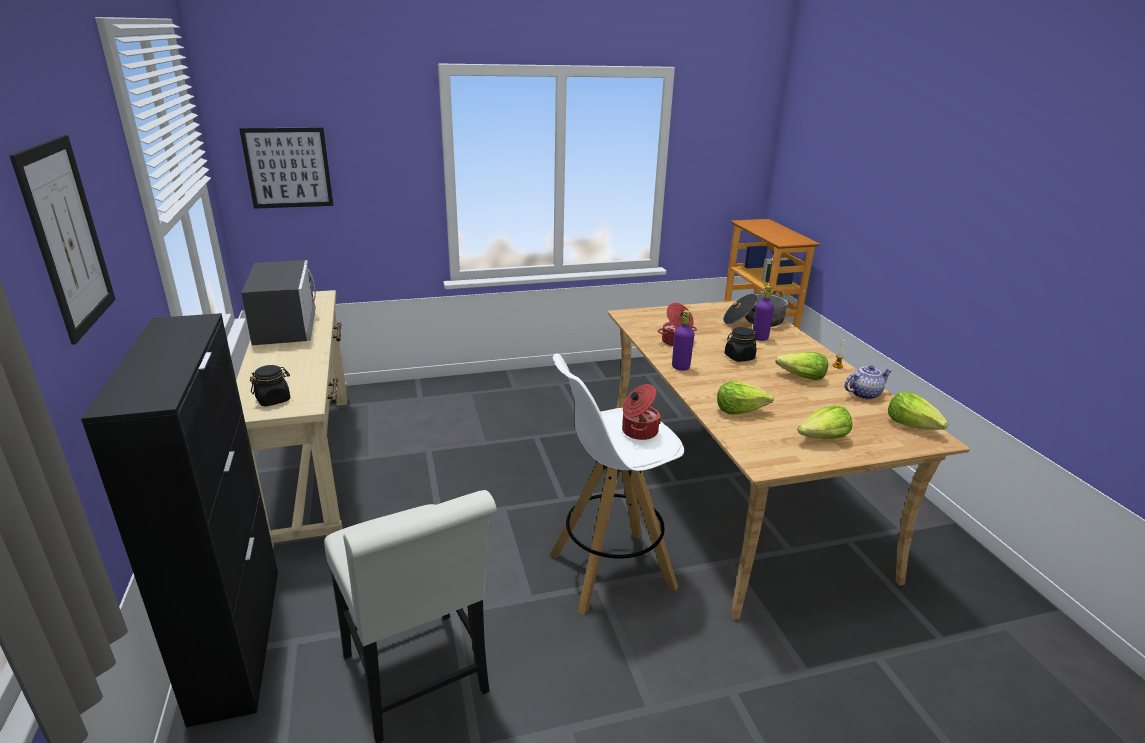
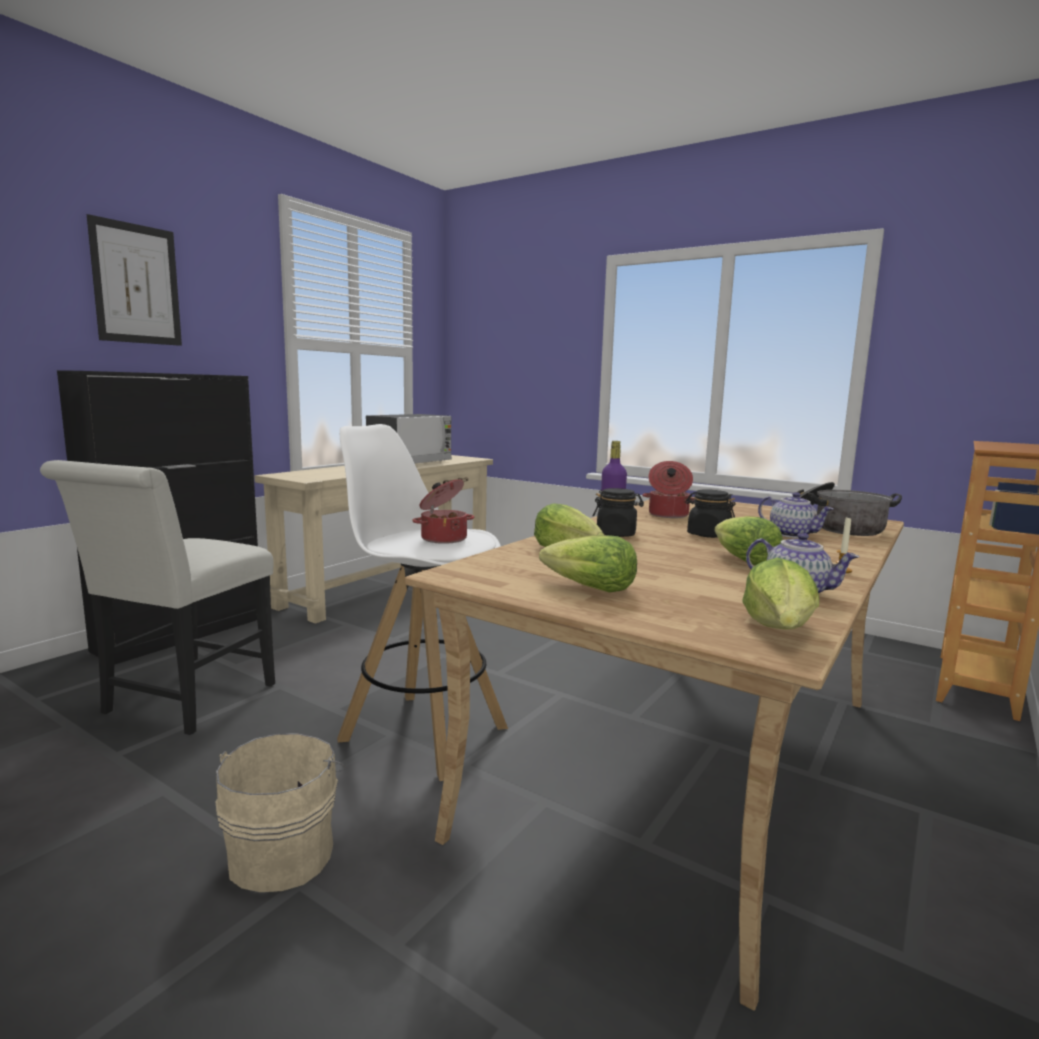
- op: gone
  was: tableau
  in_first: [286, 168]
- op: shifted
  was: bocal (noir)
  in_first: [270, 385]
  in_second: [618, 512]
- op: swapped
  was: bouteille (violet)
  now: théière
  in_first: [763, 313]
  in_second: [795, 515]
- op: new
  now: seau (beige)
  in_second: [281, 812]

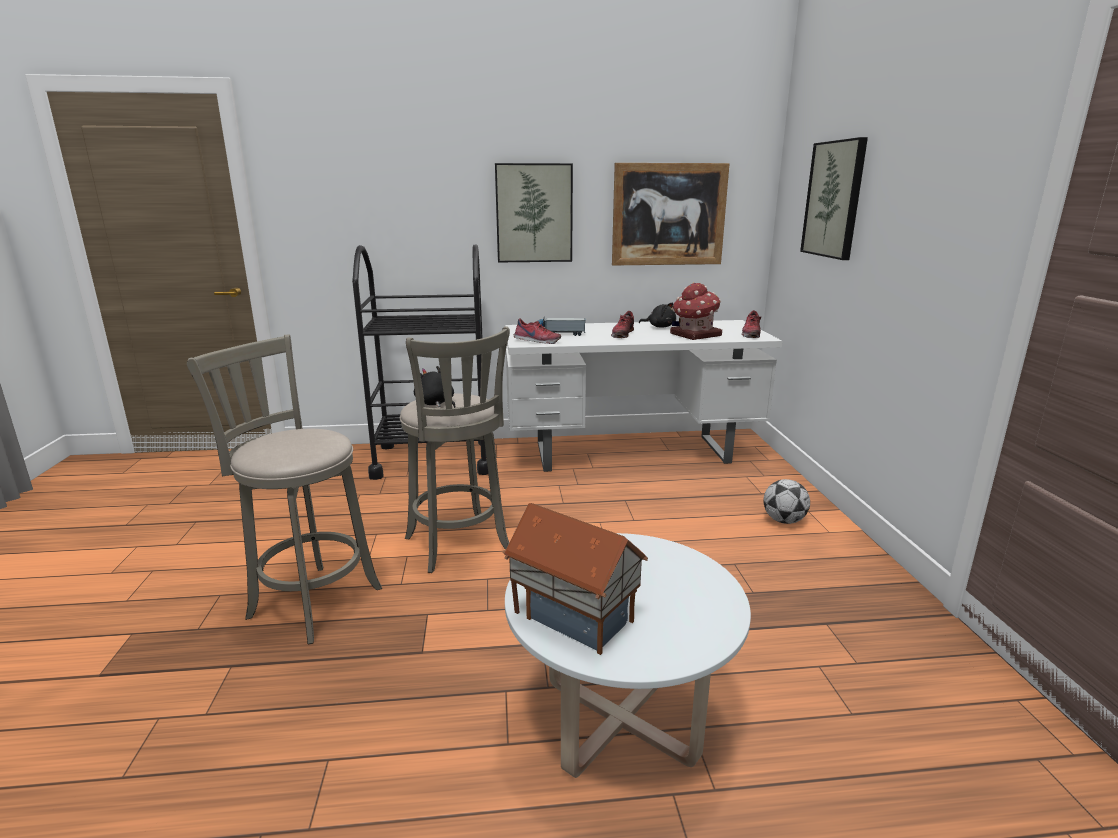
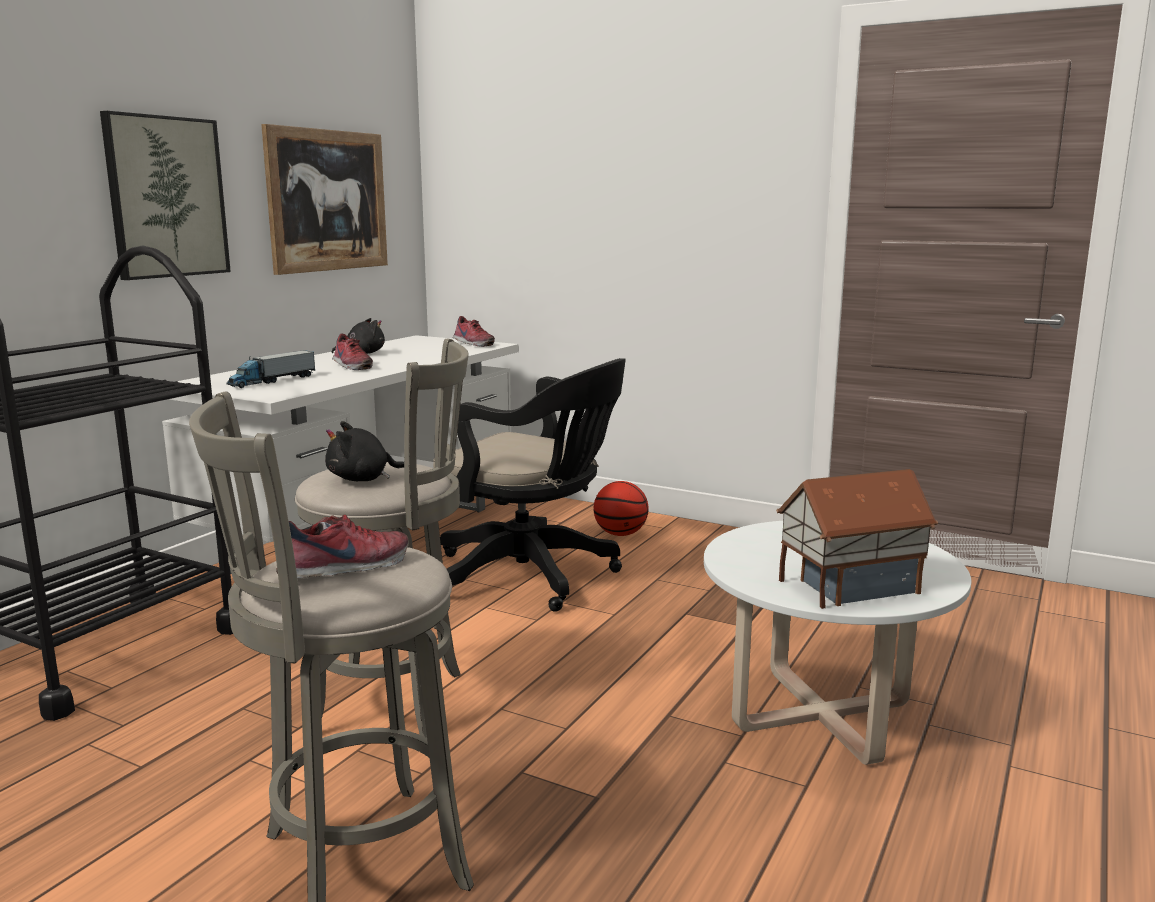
- op: shifted
  was: chaussure
  in_first: [537, 331]
  in_second: [342, 546]
- op: gone
  was: maison miniature
  in_first: [696, 311]
- op: swapped
  was: ballon de foot
  now: ballon de basket
  in_first: [786, 501]
  in_second: [621, 508]
- op: gone
  was: tableau
  in_first: [834, 198]
- op: new
  now: chaise de bureau (noir)
  in_second: [529, 485]

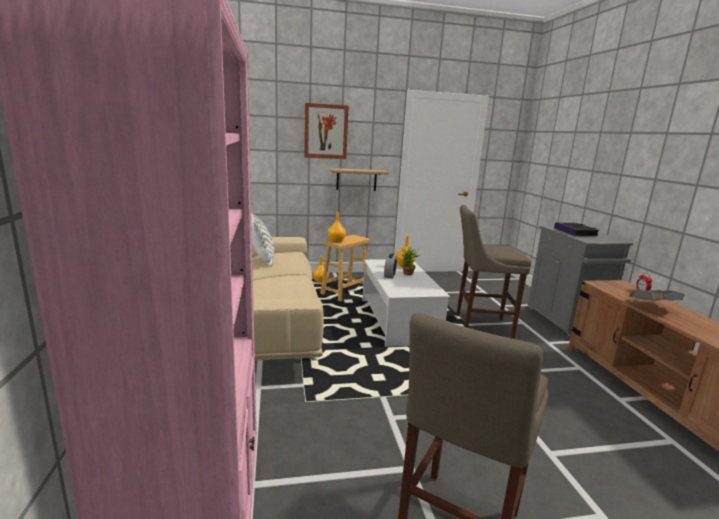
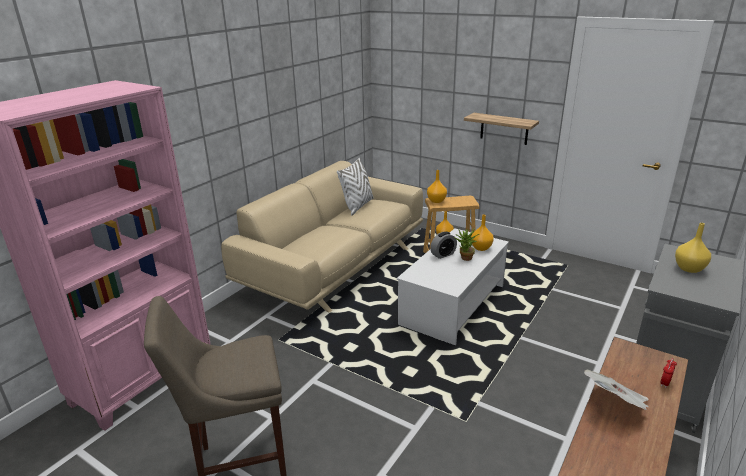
- op: gone
  was: tableau
  in_first: [326, 131]
- op: gone
  was: tabouret (beige)
  in_first: [493, 272]
- op: swapped
  was: livre
  now: vase (jaune)
  in_first: [577, 229]
  in_second: [693, 248]

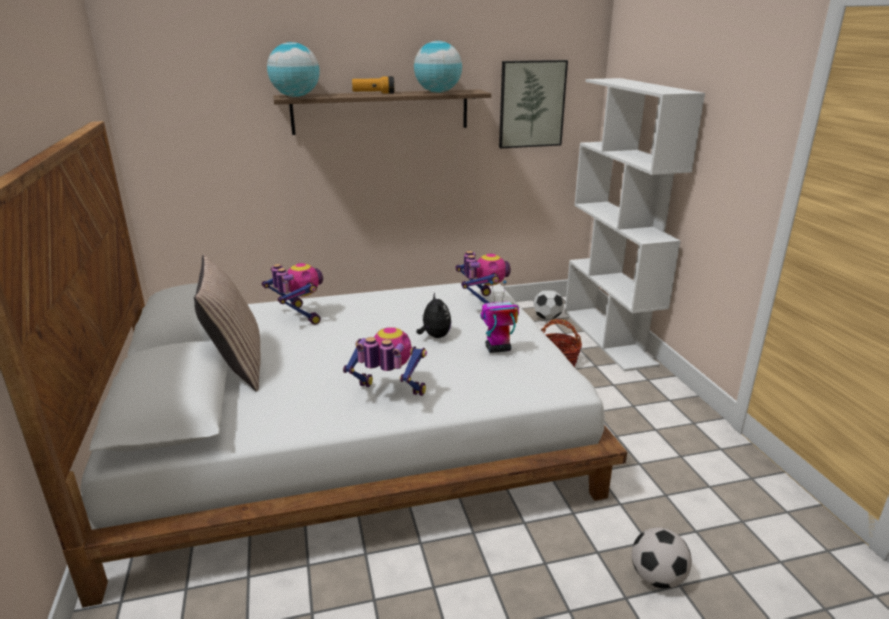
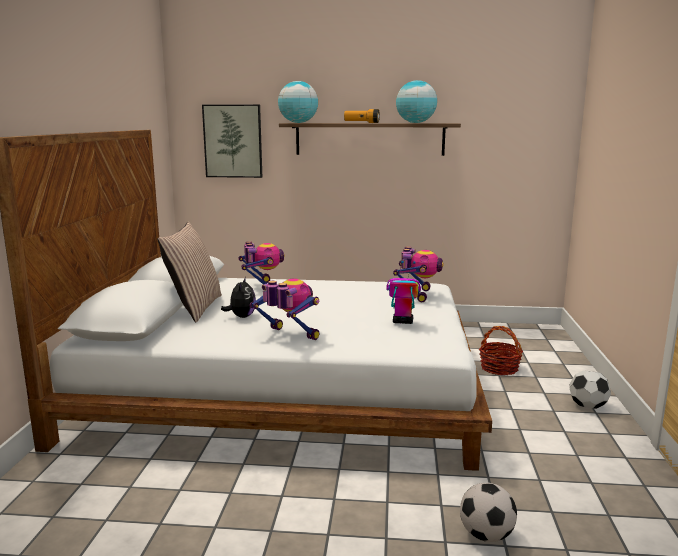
- op: shifted
  was: peluche
  in_first: [433, 315]
  in_second: [238, 297]
- op: shifted
  was: tableau
  in_first: [533, 104]
  in_second: [232, 141]
- op: shifted
  was: ballon de foot
  in_first: [548, 304]
  in_second: [590, 389]
- op: gone
  was: bibliothèque (blanc)
  in_first: [635, 225]

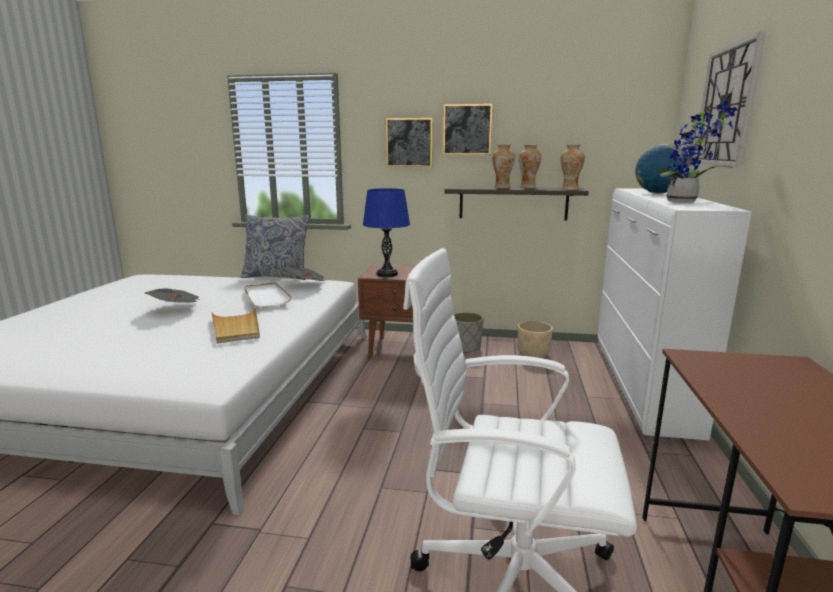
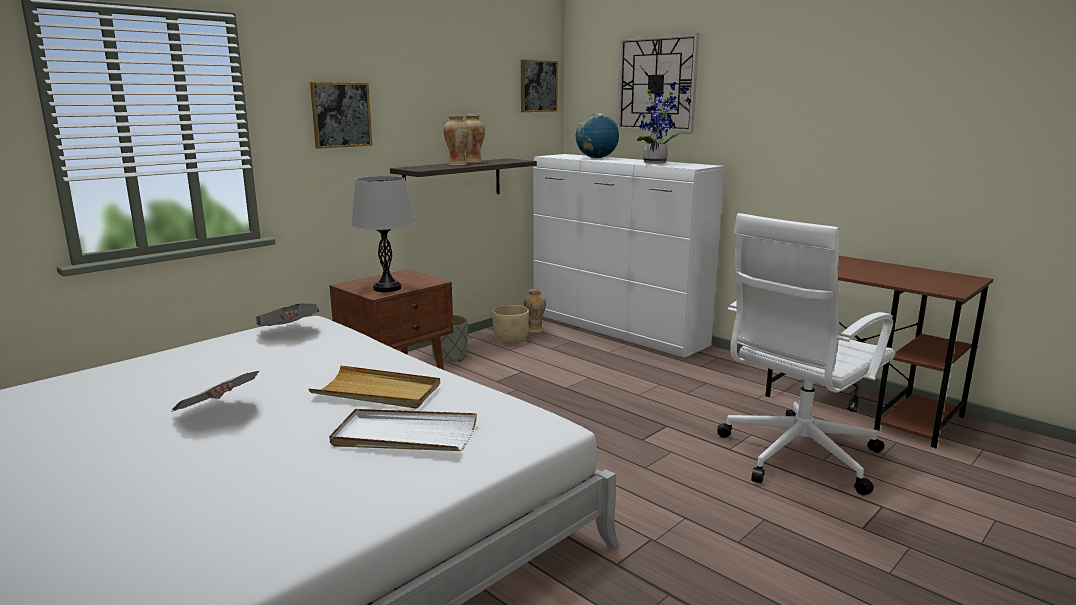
- op: gone
  was: coussin
  in_first: [275, 247]
- op: shifted
  was: plateau (blanc)
  in_first: [268, 294]
  in_second: [403, 430]
- op: repainted
  was: lampe de table (bleu)
  now: lampe de table (gris)
  in_first: [386, 232]
  in_second: [383, 234]
- op: shifted
  was: tableau
  in_first: [468, 129]
  in_second: [539, 85]
- op: shifted
  was: vase
  in_first: [573, 167]
  in_second: [535, 311]

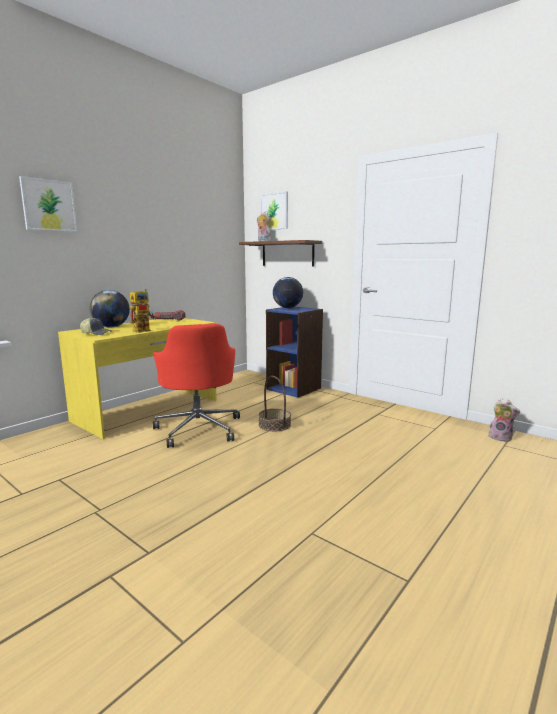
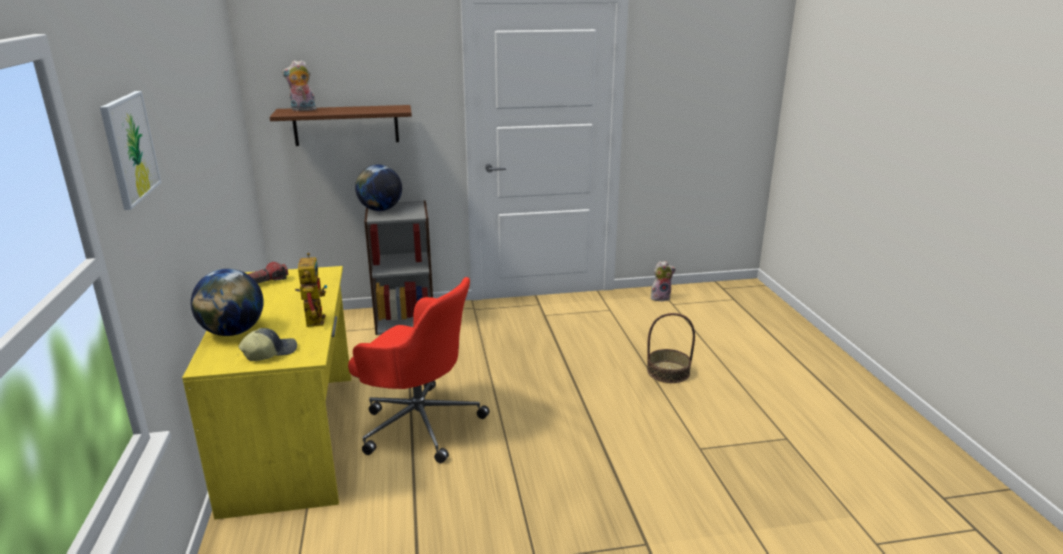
- op: shifted
  was: panier
  in_first: [274, 403]
  in_second: [671, 348]
- op: gone
  was: tableau
  in_first: [274, 210]
- op: repainted
  was: bibliothèque (bleu)
  now: bibliothèque (gris)
  in_first: [294, 352]
  in_second: [398, 267]

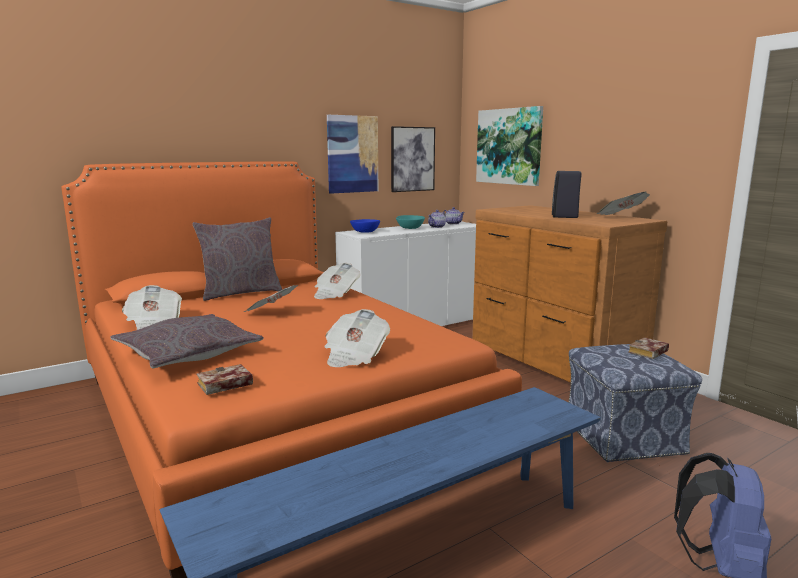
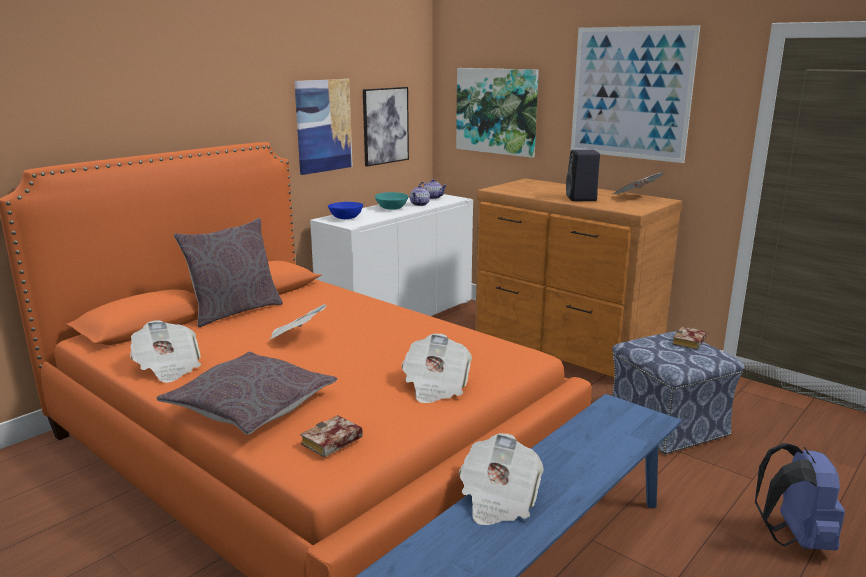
- op: shifted
  was: journal
  in_first: [337, 281]
  in_second: [501, 479]
- op: new
  now: tableau
  in_second: [635, 94]

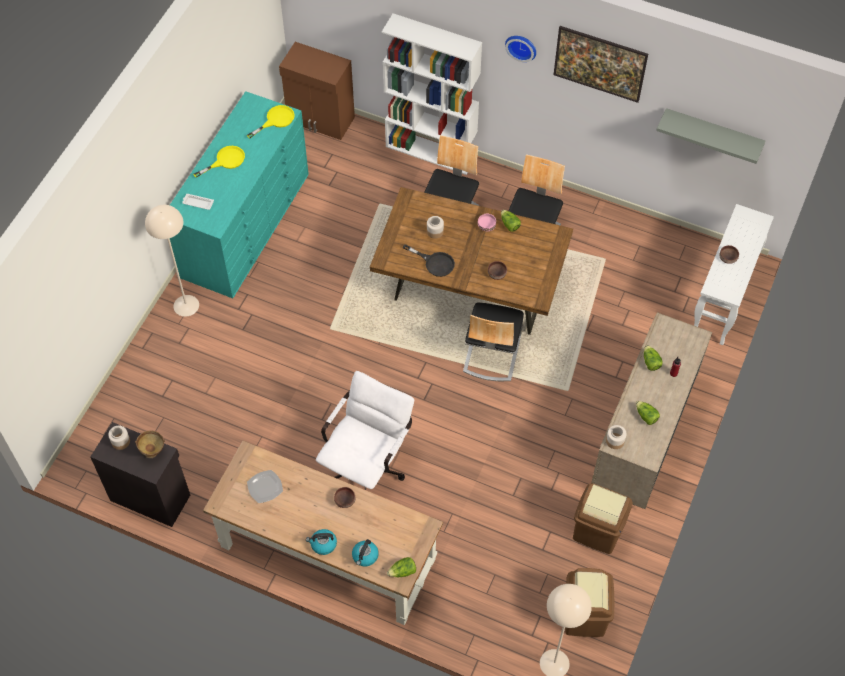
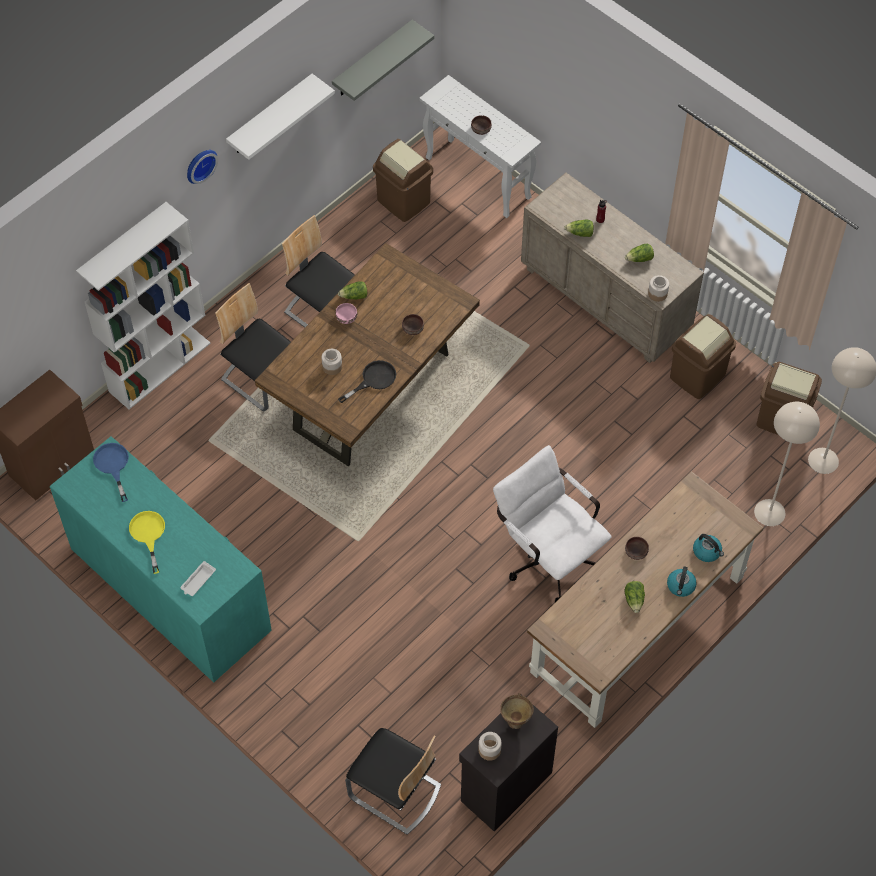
- op: shifted
  was: lampadaire (beige)
  in_first: [172, 261]
  in_second: [787, 464]
- op: repainted
  was: poêle (jaune)
  now: poêle (bleu)
  in_first: [271, 121]
  in_second: [111, 472]
- op: gone
  was: assiette
  in_first: [265, 486]
- op: shifted
  was: laitue
  in_first: [401, 567]
  in_second: [634, 597]
- op: shifted
  was: chaise
  in_first: [493, 342]
  in_second: [393, 781]
- op: swapped
  was: tableau
  now: étagère (blanc)
  in_first: [601, 64]
  in_second: [280, 117]
- op: new
  now: poubelle (marron)
  in_second: [403, 180]

